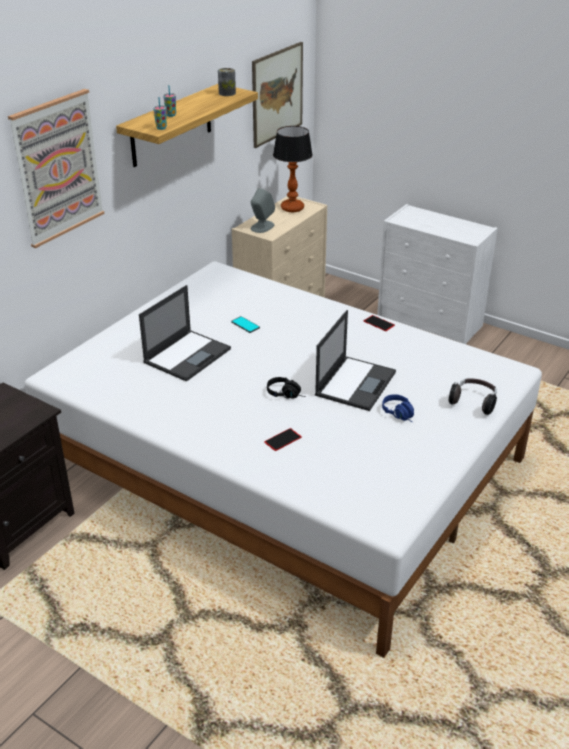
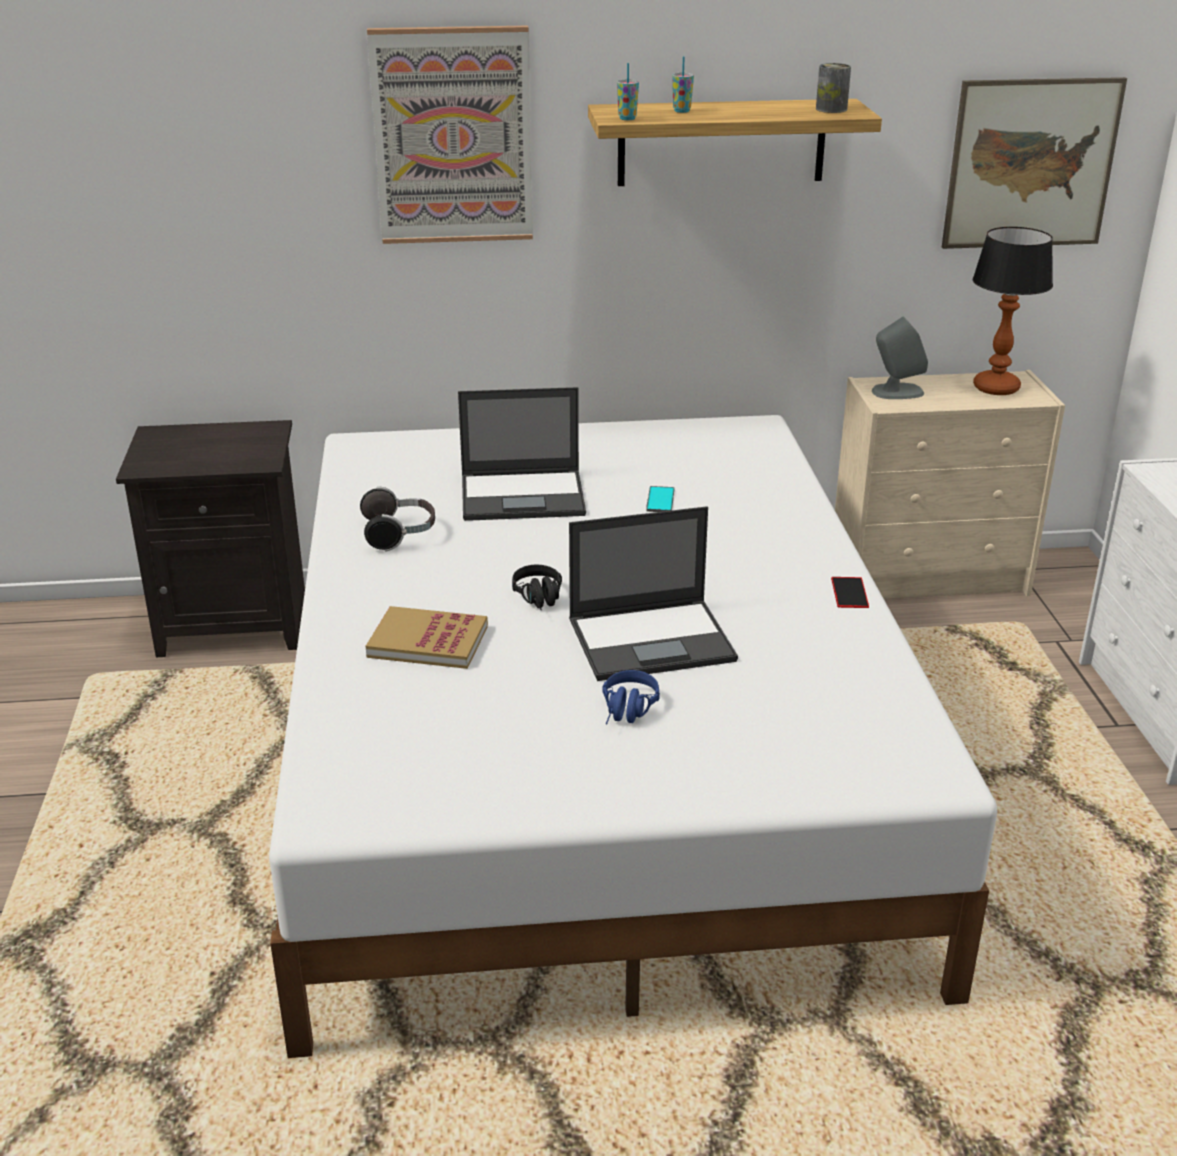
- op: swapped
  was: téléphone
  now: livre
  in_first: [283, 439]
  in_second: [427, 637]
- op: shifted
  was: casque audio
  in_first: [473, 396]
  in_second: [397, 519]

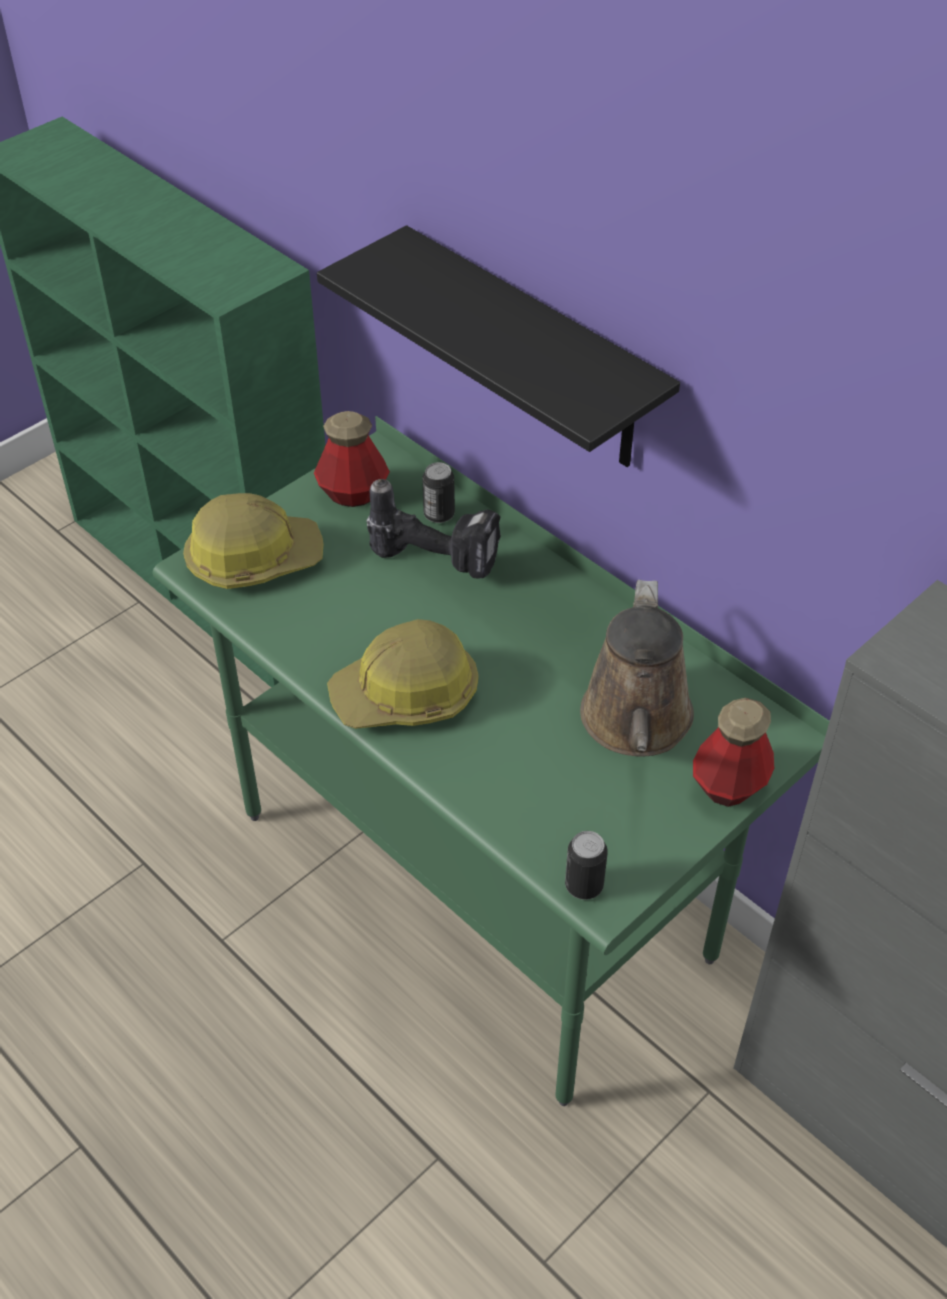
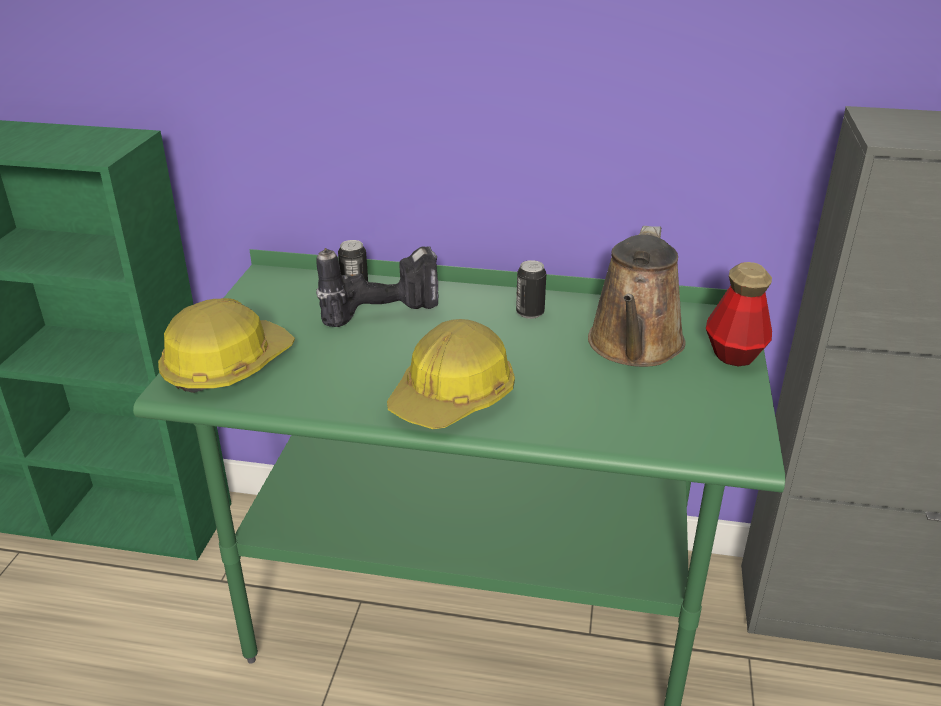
- op: gone
  was: bouteille
  in_first: [352, 459]
- op: gone
  was: étagère (noir)
  in_first: [498, 346]
- op: shifted
  was: boîte métallique
  in_first: [586, 865]
  in_second: [531, 289]
- op: rotated
  was: arrosoir (marron)
  in_first: [637, 668]
  in_second: [636, 296]
  clockwise: 45

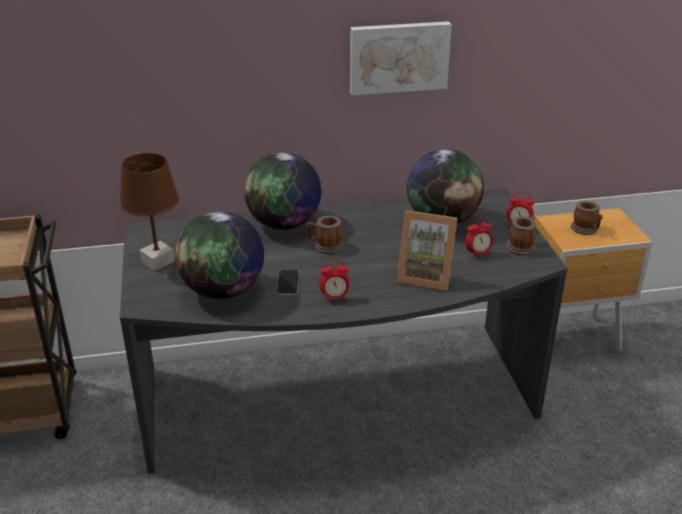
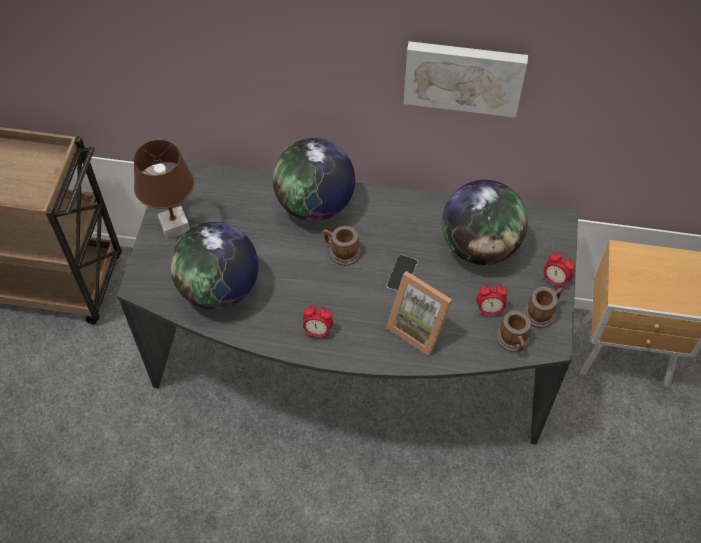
- op: shifted
  was: téléphone
  in_first: [288, 282]
  in_second: [401, 273]
- op: shifted
  was: mug
  in_first: [587, 218]
  in_second: [513, 331]

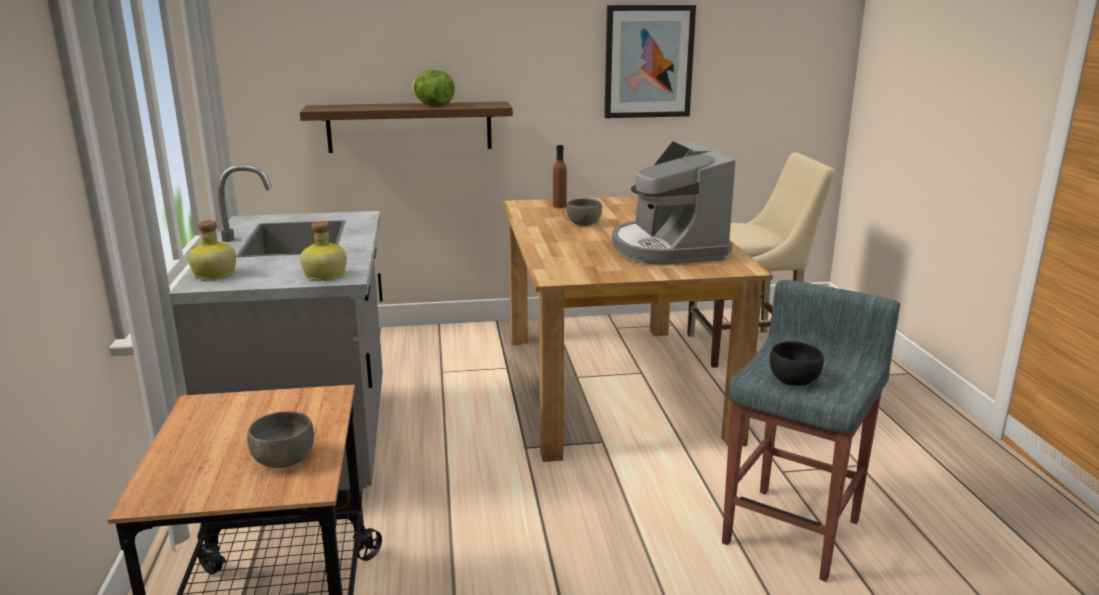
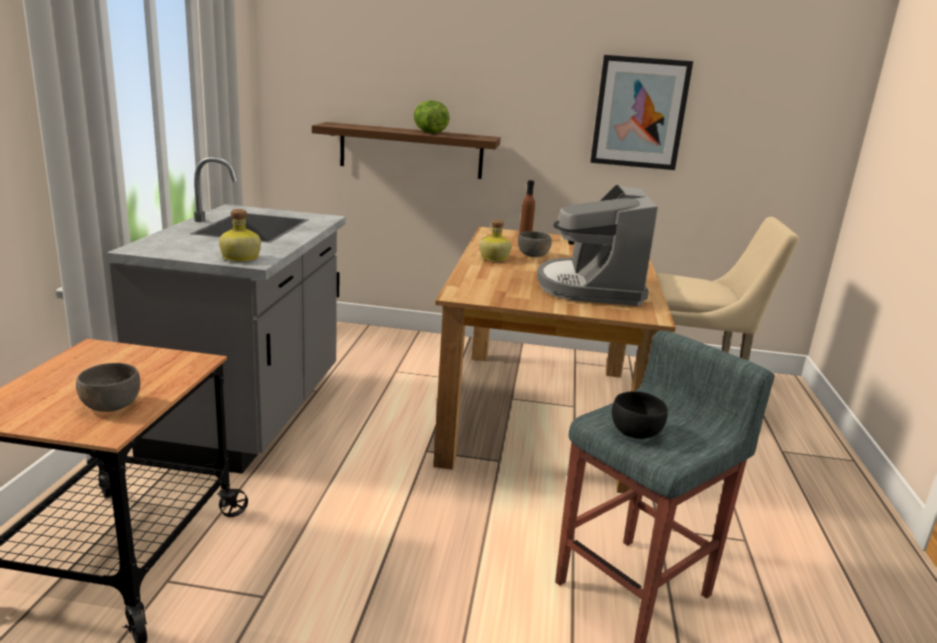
- op: shifted
  was: bouteille
  in_first: [212, 249]
  in_second: [496, 241]

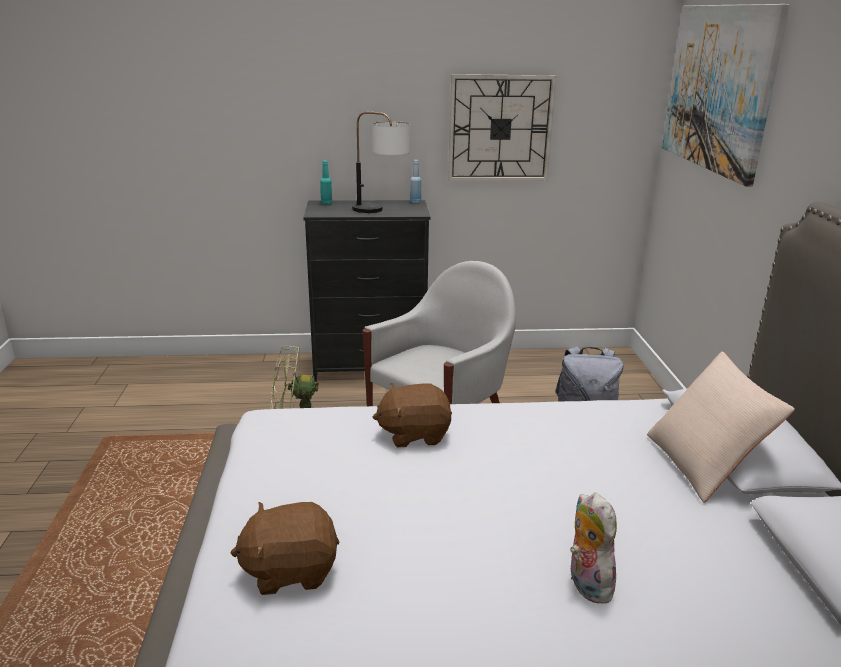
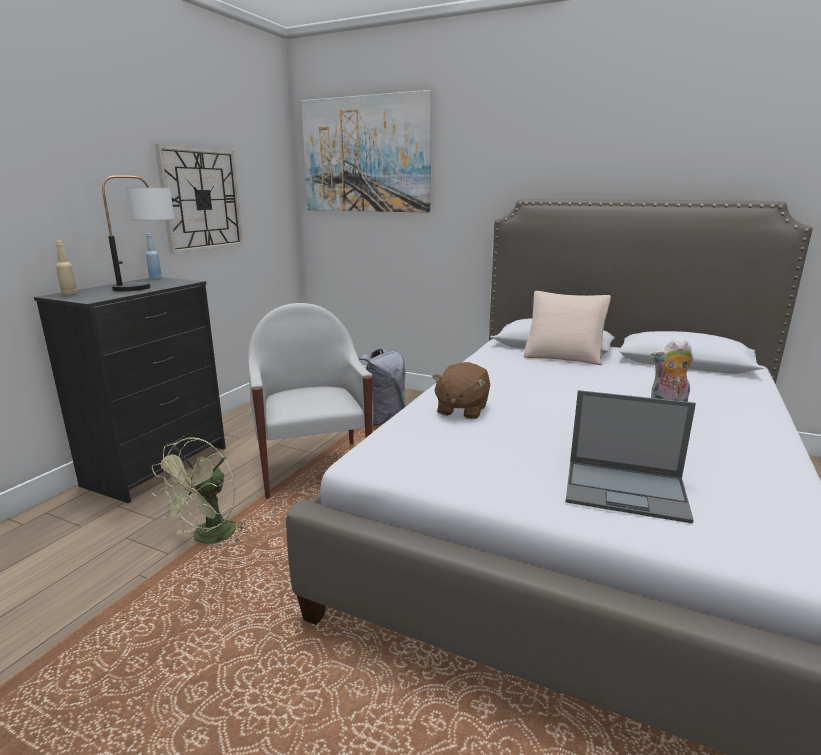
- op: swapped
  was: peluche (marron)
  now: ordinateur portable
  in_first: [285, 548]
  in_second: [631, 457]
- op: repainted
  was: bouteille (turquoise)
  now: bouteille (beige)
  in_first: [326, 183]
  in_second: [66, 268]

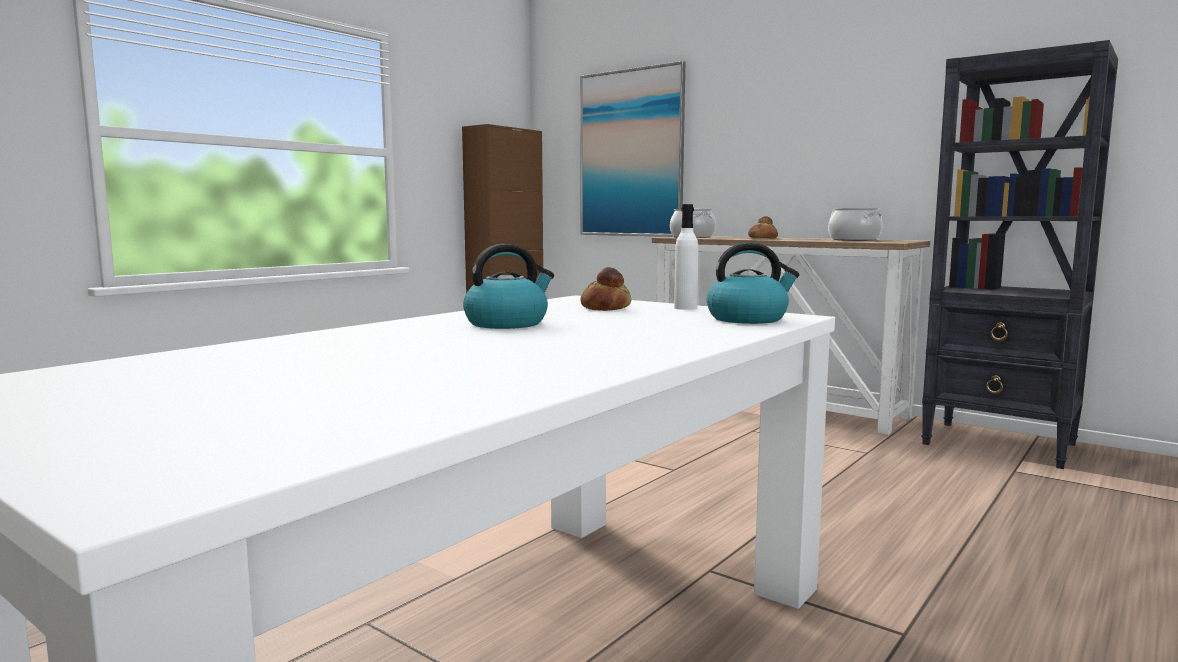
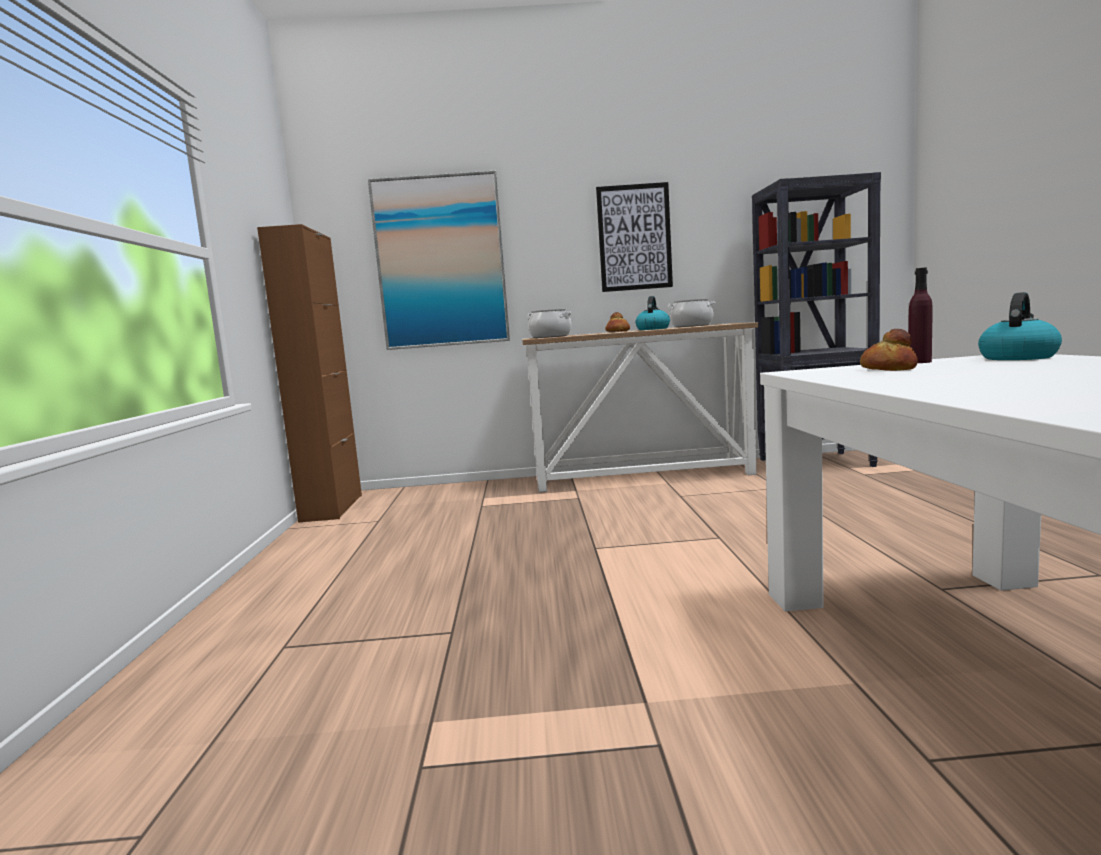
- op: shifted
  was: bouilloire
  in_first: [508, 286]
  in_second: [652, 313]
- op: repainted
  was: bouteille (blanc)
  now: bouteille (violet)
  in_first: [686, 257]
  in_second: [920, 315]
- op: new
  now: tableau
  in_second: [634, 237]

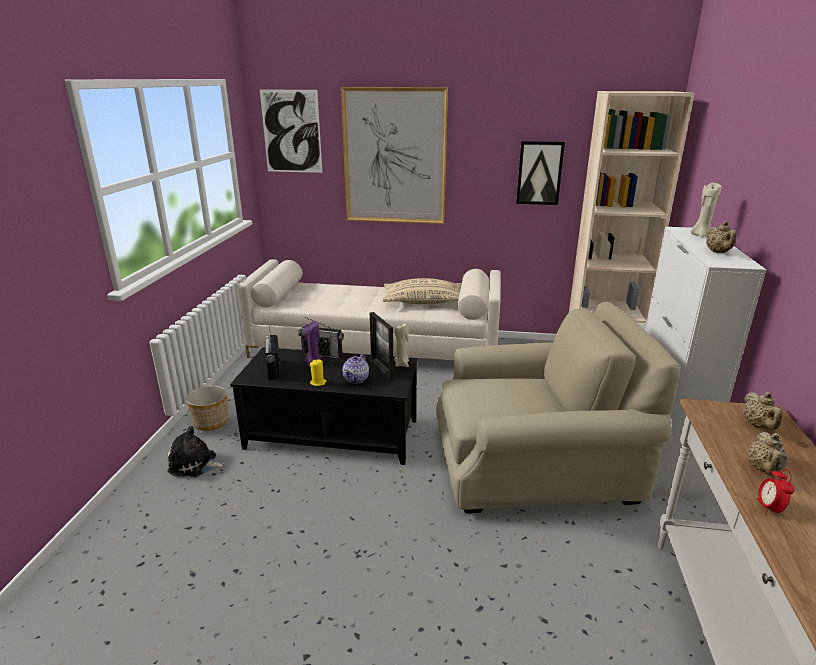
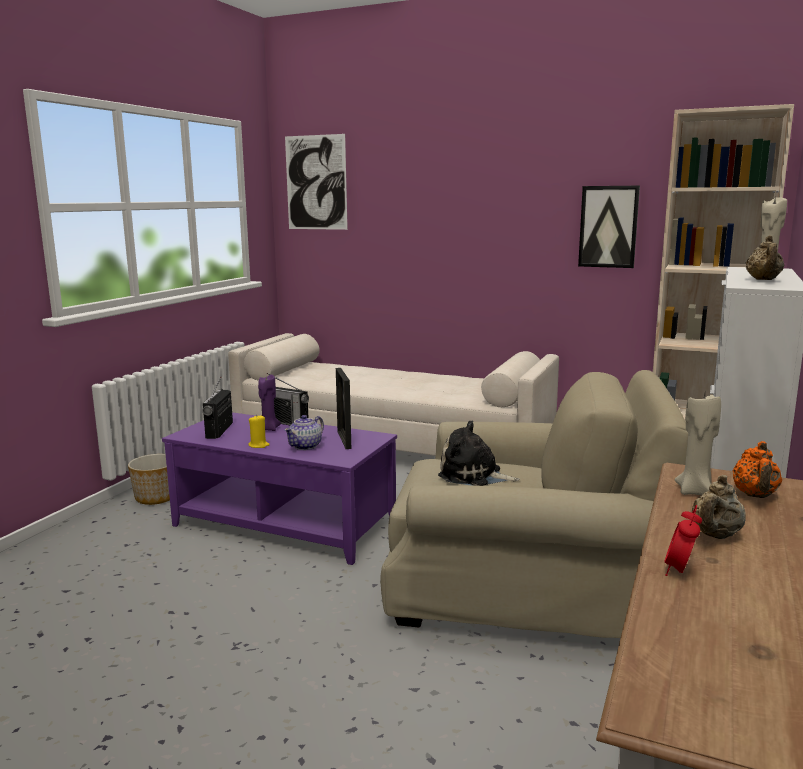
- op: shifted
  was: peluche
  in_first: [197, 451]
  in_second: [479, 453]
- op: repainted
  was: table basse (noir)
  now: table basse (violet)
  in_first: [324, 406]
  in_second: [279, 488]
- op: gone
  was: tableau
  in_first: [394, 155]
- op: gone
  was: coussin (beige)
  in_first: [422, 291]
- op: shifted
  was: bougie (beige)
  in_first: [401, 345]
  in_second: [697, 444]
- op: repainted
  was: théière (beige)
  now: théière (orange)
  in_first: [762, 411]
  in_second: [757, 469]

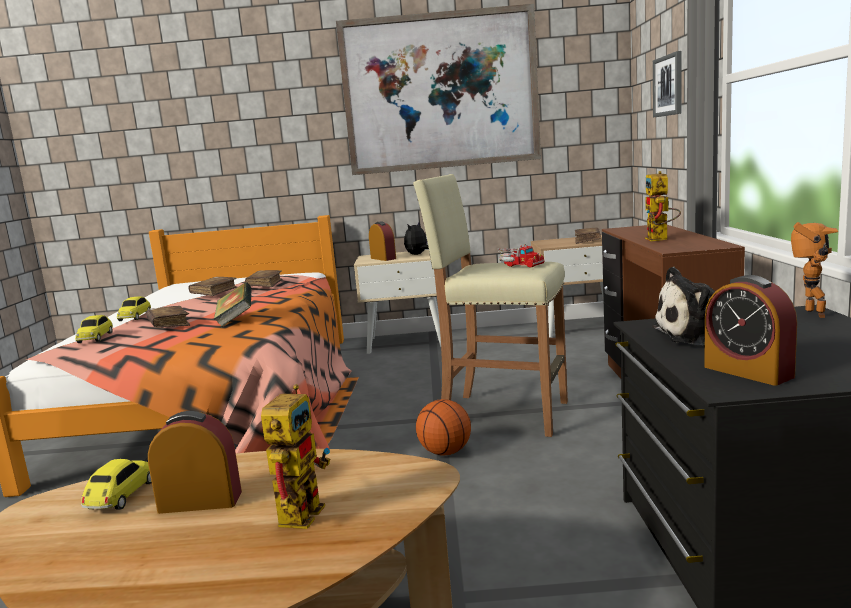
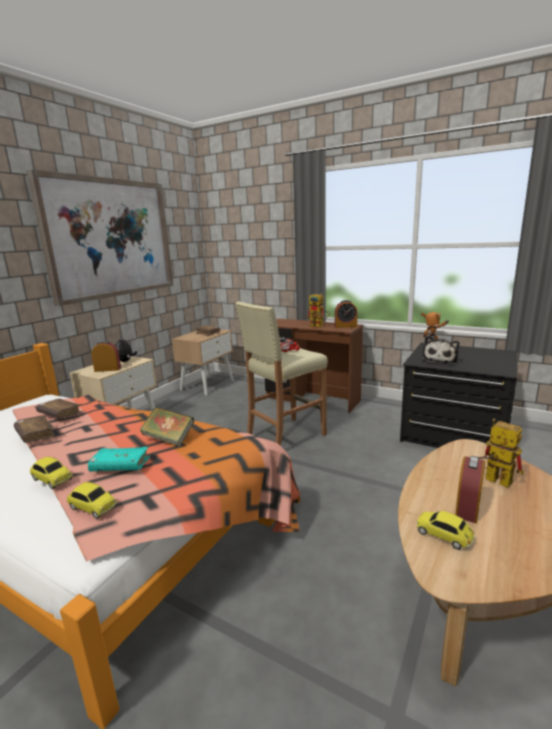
- op: repainted
  was: livre (marron)
  now: livre (turquoise)
  in_first: [168, 317]
  in_second: [119, 459]
- op: gone
  was: ballon de basket
  in_first: [443, 427]
- op: gone
  was: tableau
  in_first: [667, 84]
- op: shifted
  was: réveil
  in_first: [750, 330]
  in_second: [346, 314]

